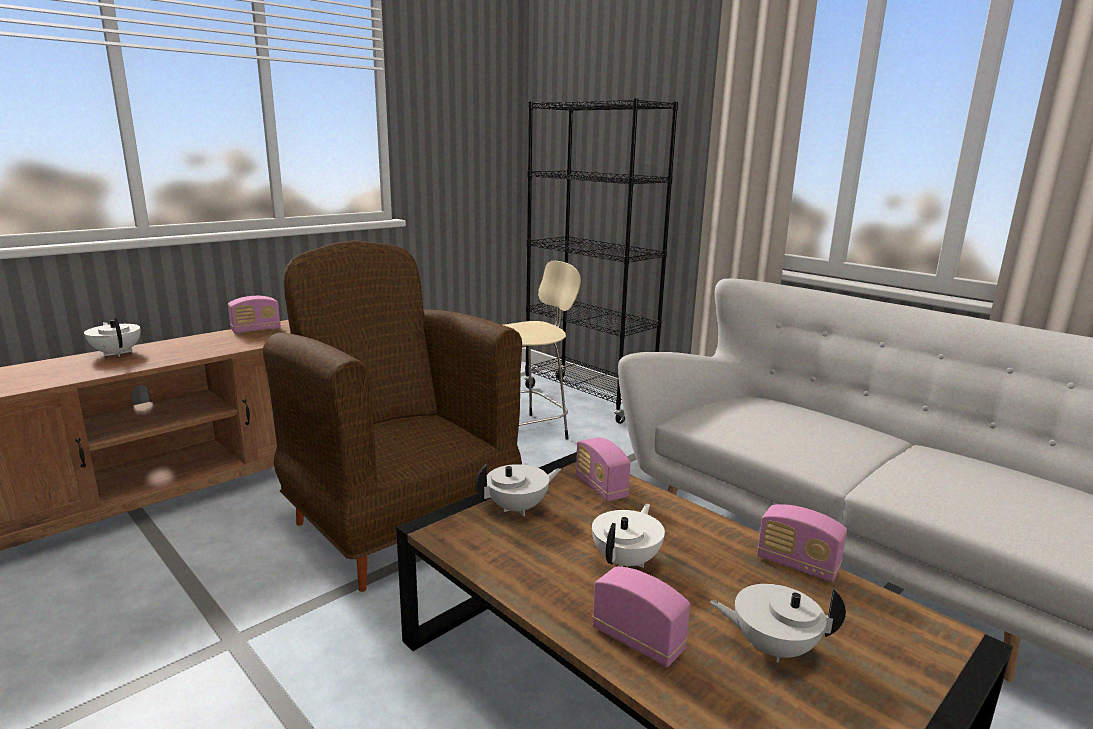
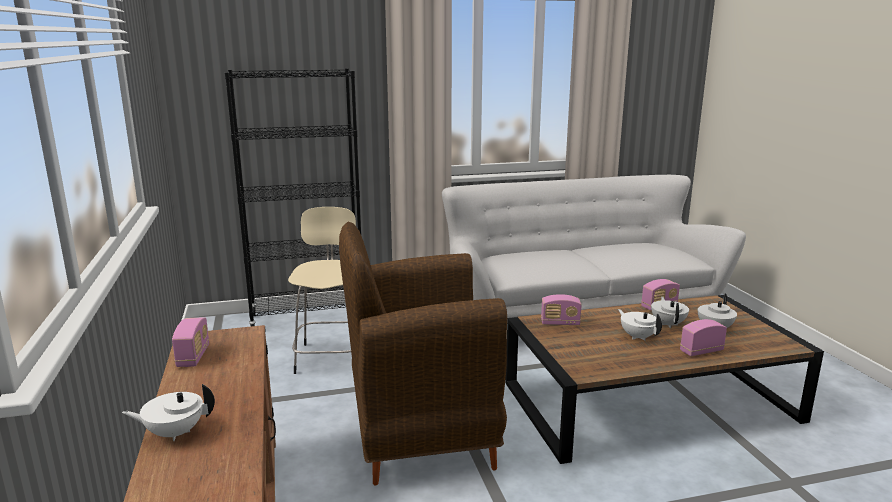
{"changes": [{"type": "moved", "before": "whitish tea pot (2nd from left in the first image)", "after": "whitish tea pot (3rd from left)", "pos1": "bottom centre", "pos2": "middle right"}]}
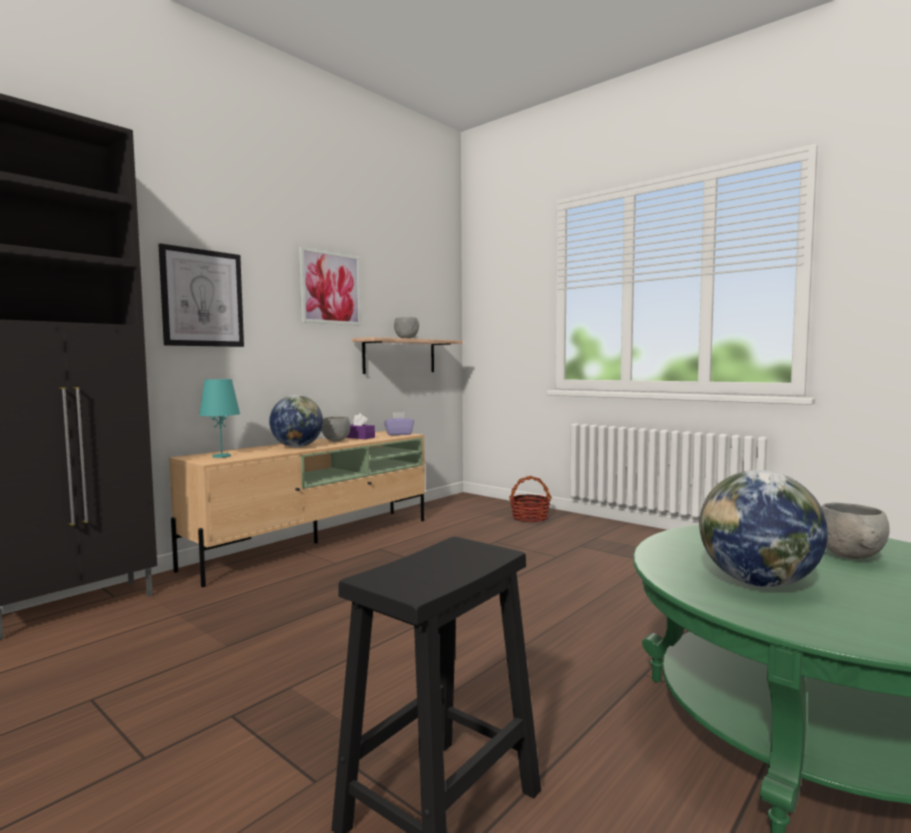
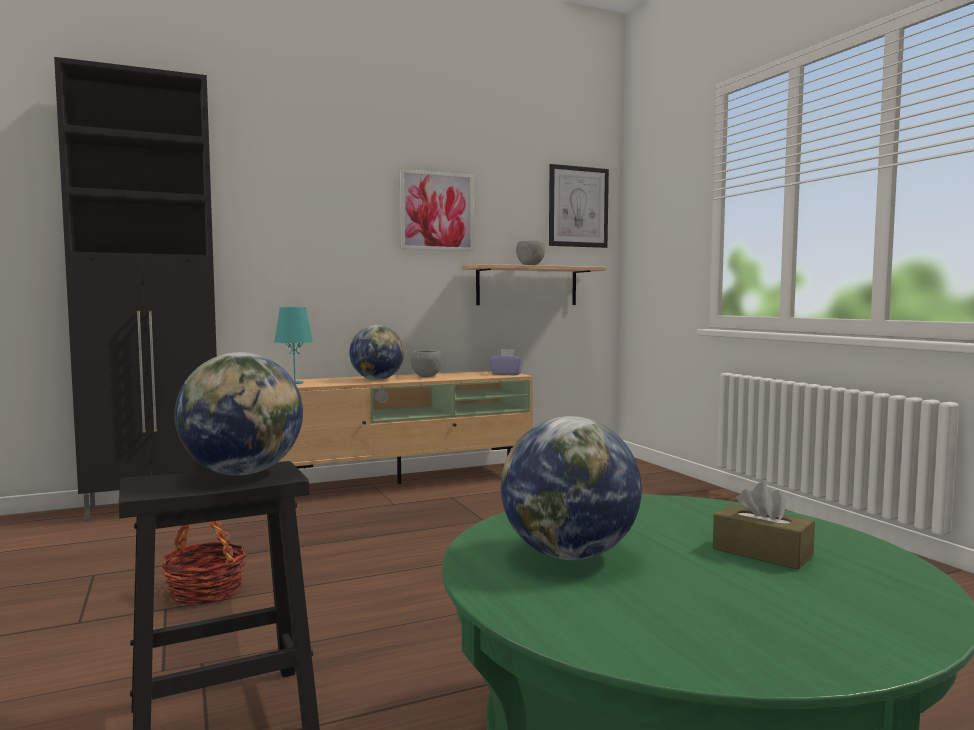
{"changes": [{"type": "moved", "before": "household basket", "pos1": "centre", "pos2": "bottom left"}, {"type": "added", "after": "globe (1st from left)", "pos2": "middle left"}, {"type": "moved", "before": "picture (1st from left in the first image)", "after": "picture (2nd from left)", "pos1": "middle left", "pos2": "top centre"}, {"type": "replaced", "before": "gray serving bowl (3rd from left)", "after": "brown-coloured tissue box", "pos1": "middle right", "pos2": "bottom right"}, {"type": "removed", "before": "purplish tissue box (1st from left)", "pos1": "centre"}]}
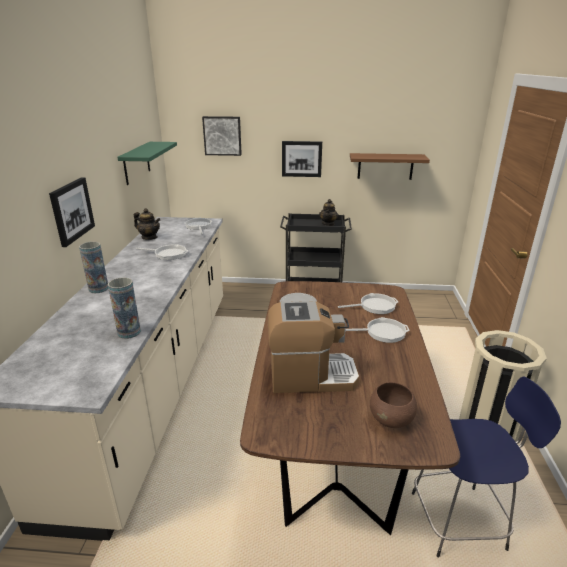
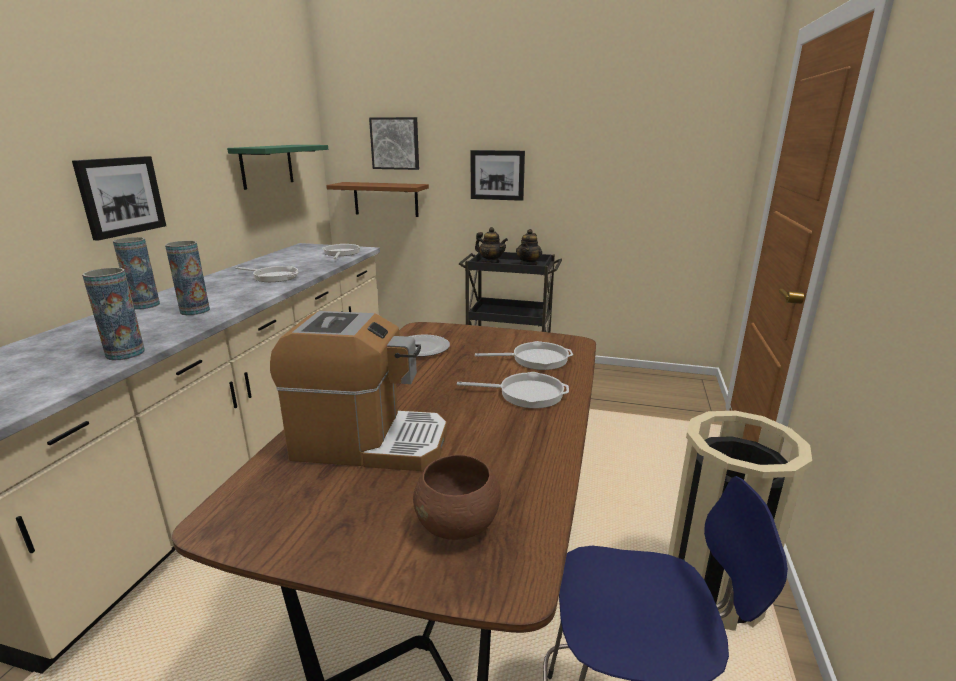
{"changes": [{"type": "added", "after": "vase (3rd from left)", "pos2": "middle left"}, {"type": "moved", "before": "brown-coloured wall shelf", "pos1": "top right", "pos2": "top centre"}, {"type": "moved", "before": "tea pot (1st from left)", "pos1": "middle left", "pos2": "centre"}]}
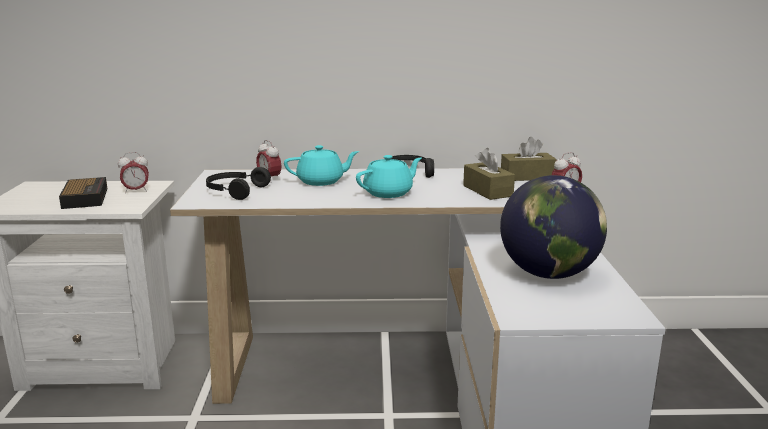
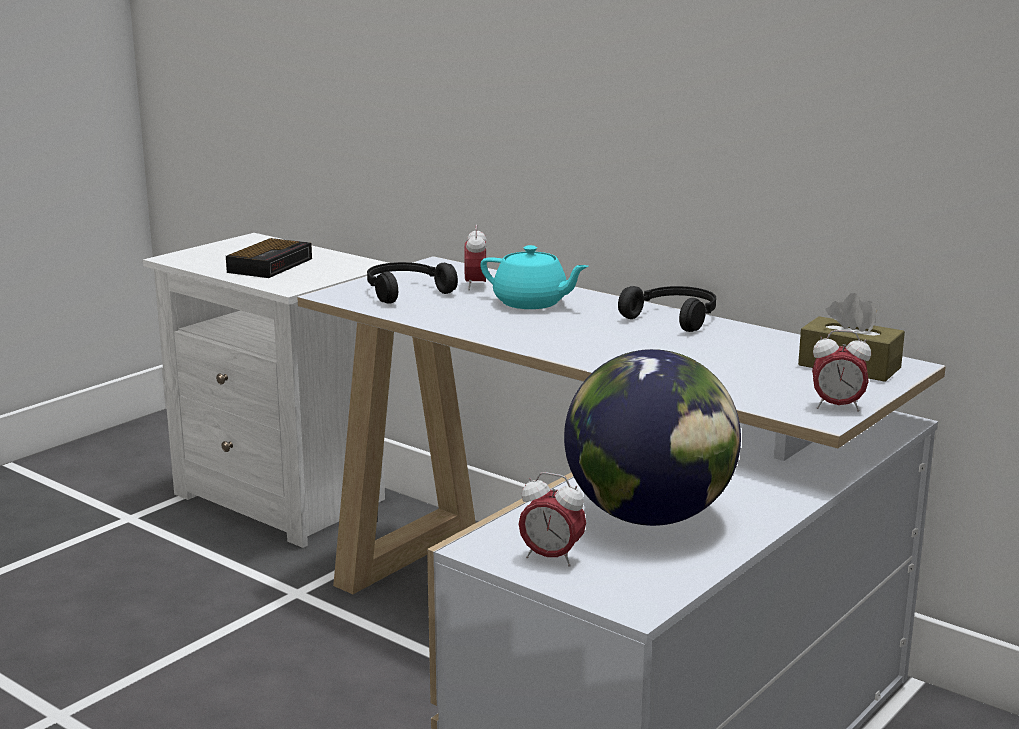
{"changes": [{"type": "moved", "before": "table clock (2nd from left in the first image)", "after": "table clock (3rd from left)", "pos1": "middle left", "pos2": "bottom centre"}, {"type": "removed", "before": "turquoise-coloured tea pot (2nd from left)", "pos1": "centre"}, {"type": "removed", "before": "brown-coloured tissue box (1st from left)", "pos1": "centre"}]}
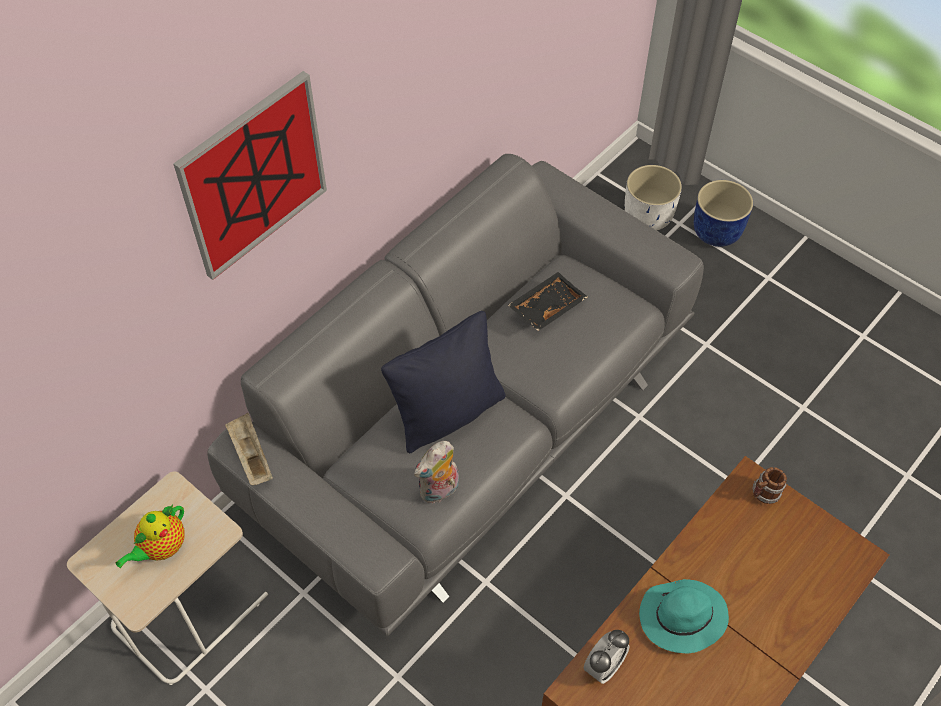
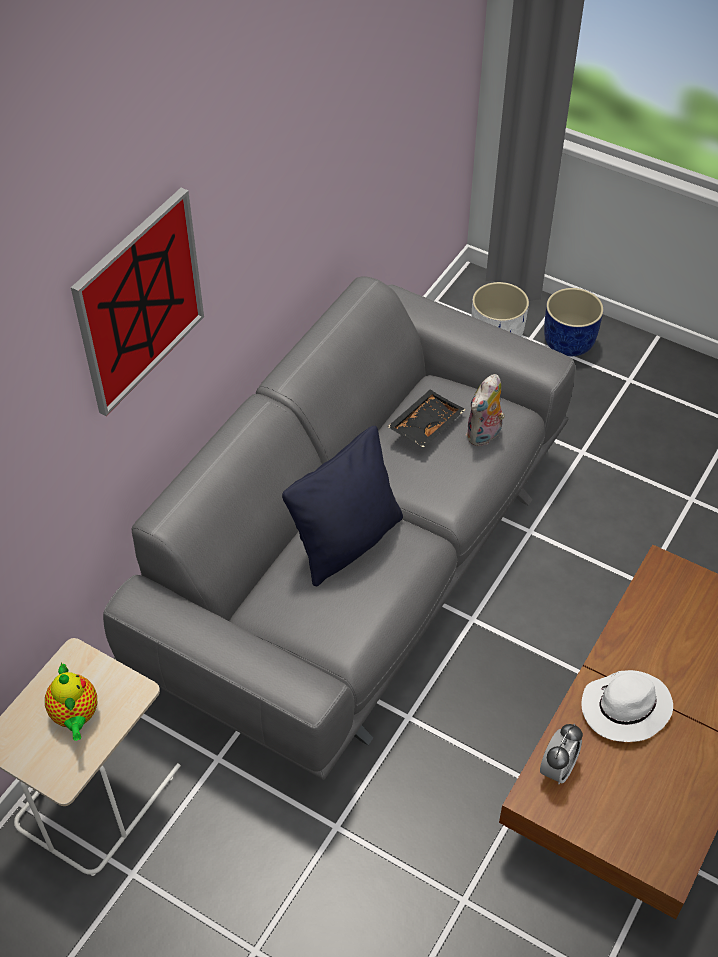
{"changes": [{"type": "turned", "before": "tea pot", "pos1": "bottom left", "pos2": "bottom left", "turn": -45}, {"type": "moved", "before": "soft toy", "pos1": "bottom centre", "pos2": "middle right"}, {"type": "recoloured", "before": "turquoise-coloured clothing hat", "after": "whitish clothing hat", "pos1": "bottom right", "pos2": "bottom right"}, {"type": "removed", "before": "beige serving tray", "pos1": "middle left"}, {"type": "removed", "before": "tea mug", "pos1": "bottom right"}]}
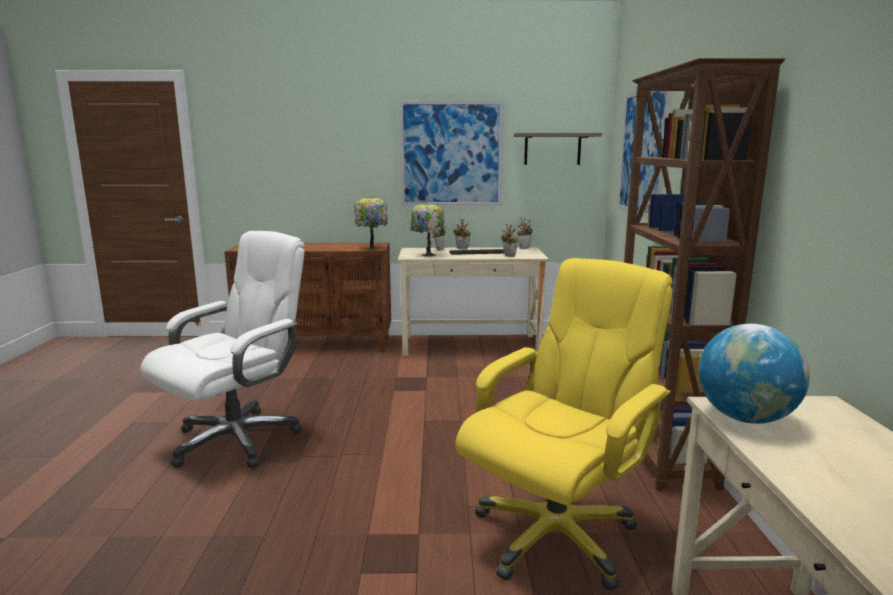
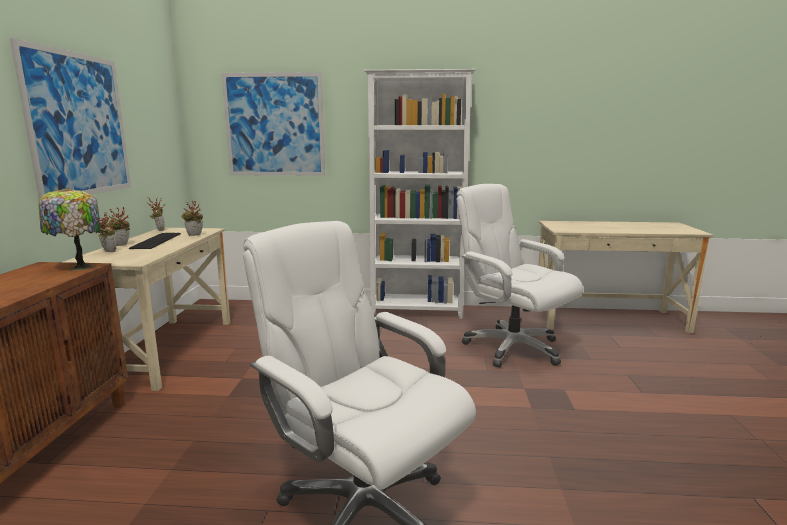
{"changes": [{"type": "recoloured", "before": "brown-coloured bookshelf", "after": "whitish bookshelf", "pos1": "middle right", "pos2": "centre"}, {"type": "recoloured", "before": "yellow-coloured office chair", "after": "whitish office chair (2nd from left)", "pos1": "bottom centre", "pos2": "centre"}, {"type": "removed", "before": "lamp for a table (2nd from left)", "pos1": "centre"}, {"type": "removed", "before": "wall shelf", "pos1": "top centre"}, {"type": "removed", "before": "globe", "pos1": "middle right"}]}
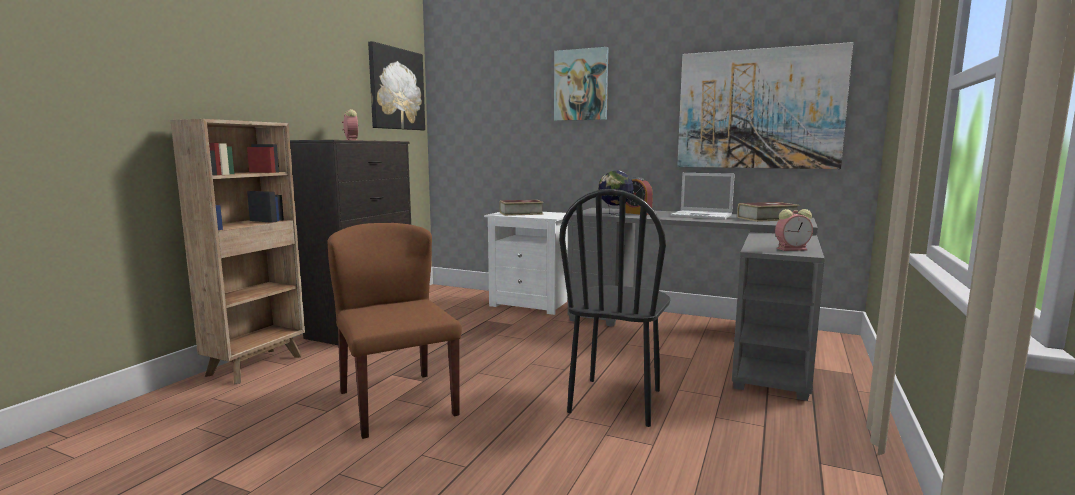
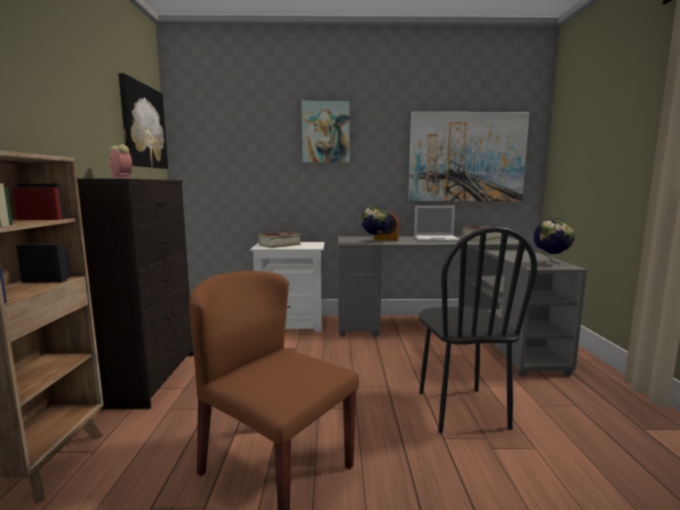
{"changes": [{"type": "replaced", "before": "table clock (3rd from left)", "after": "globe (2nd from left)", "pos1": "middle right", "pos2": "middle right"}]}
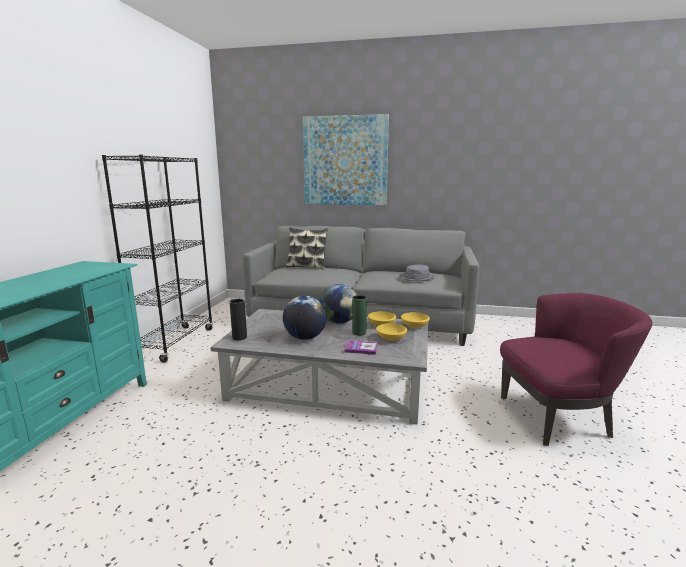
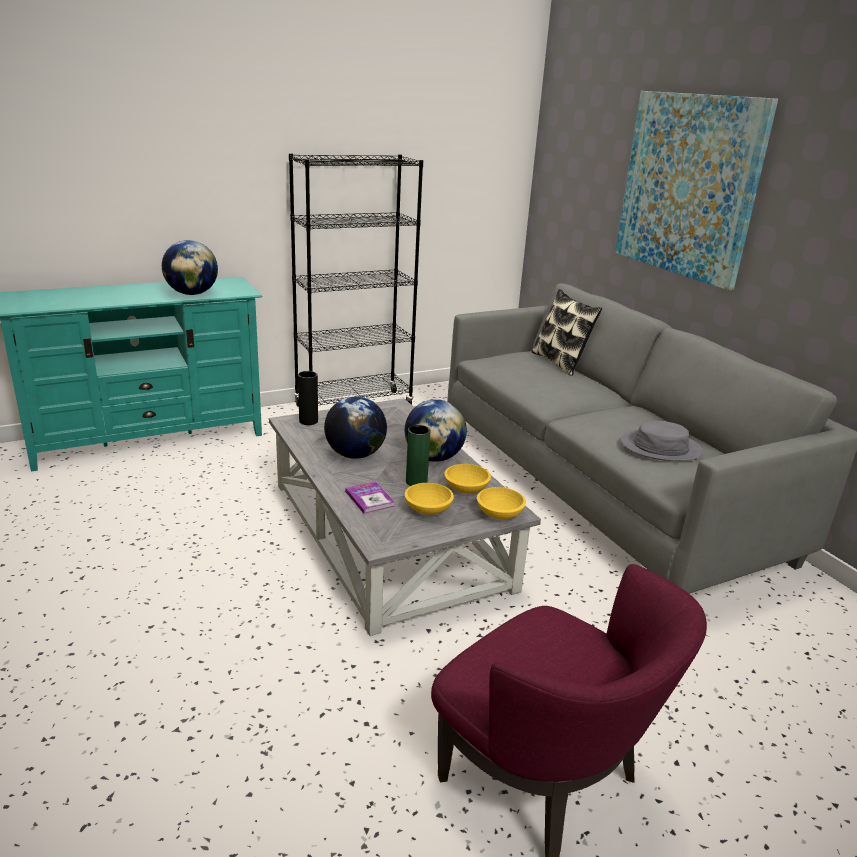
{"changes": [{"type": "added", "after": "globe (1st from left)", "pos2": "top left"}]}
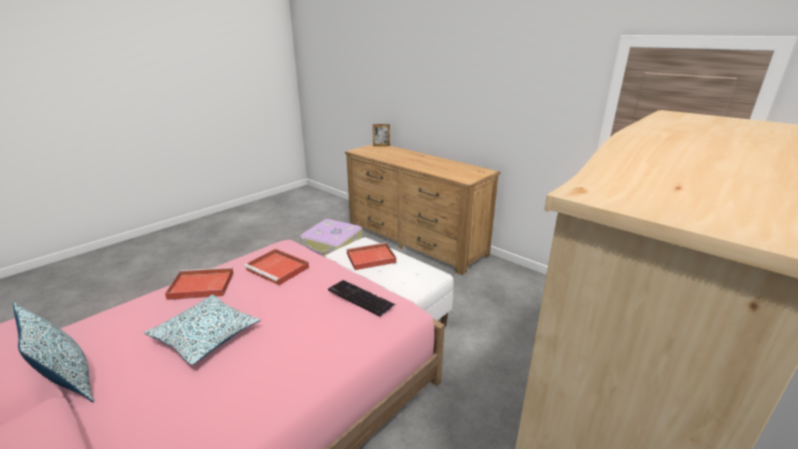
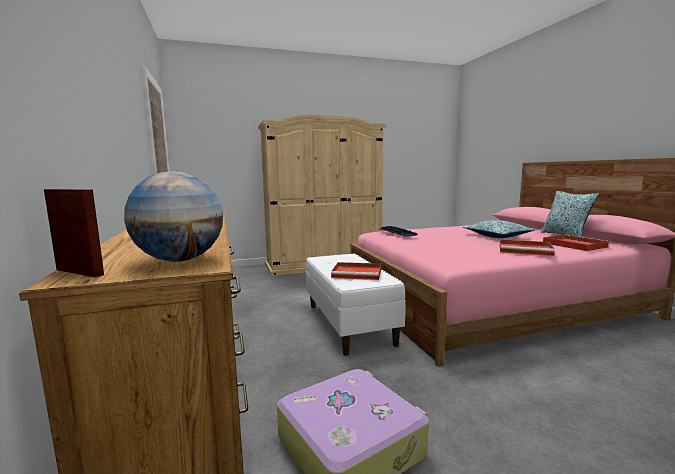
{"changes": [{"type": "added", "after": "globe", "pos2": "middle left"}, {"type": "moved", "before": "reddish serving tray (2nd from left in the first image)", "after": "reddish serving tray (3rd from left)", "pos1": "centre", "pos2": "middle right"}]}
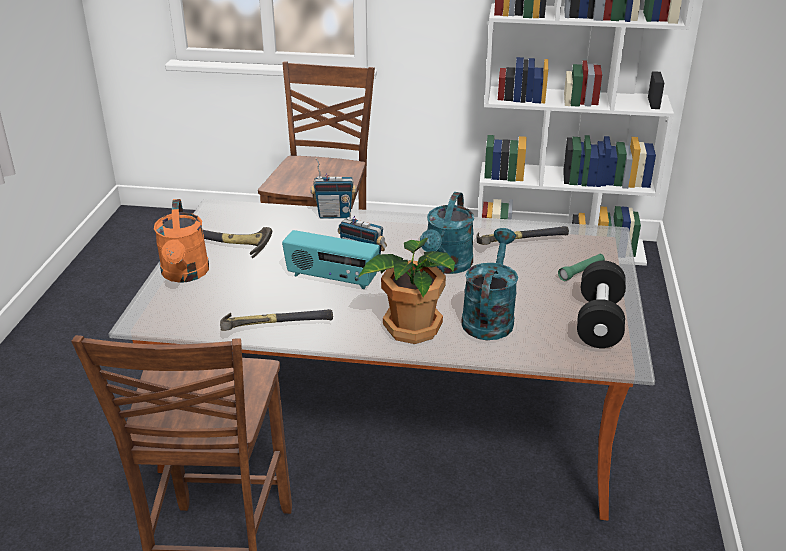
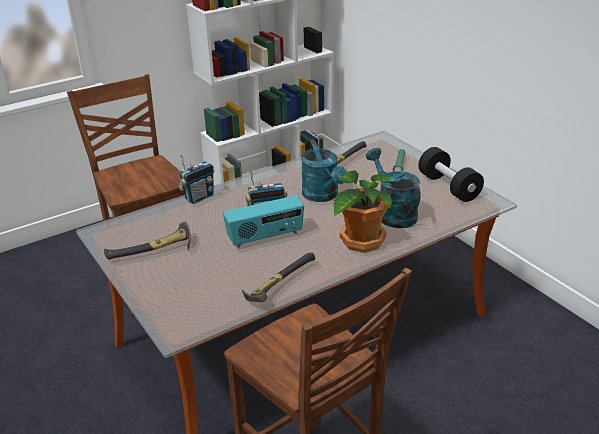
{"changes": [{"type": "removed", "before": "orangey watering pot", "pos1": "middle left"}]}
